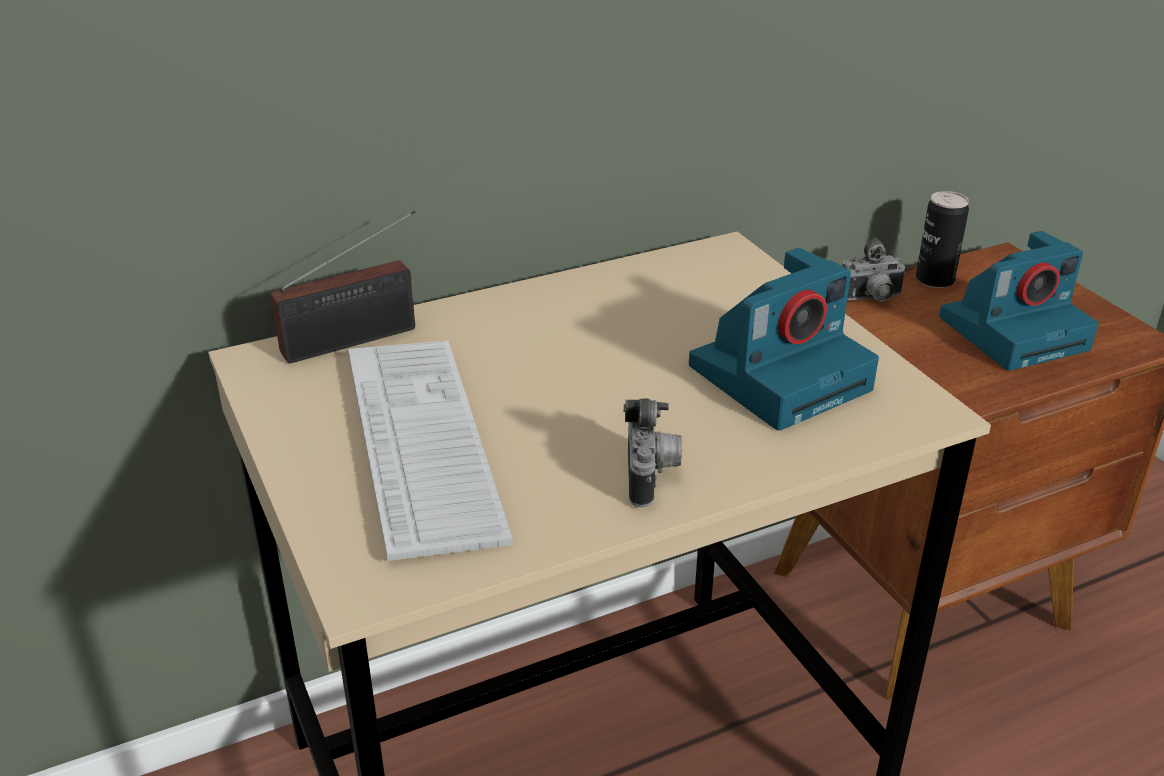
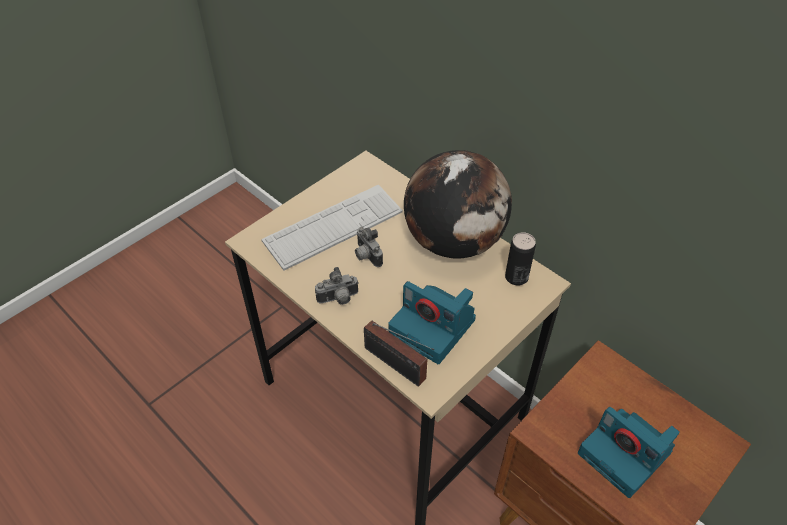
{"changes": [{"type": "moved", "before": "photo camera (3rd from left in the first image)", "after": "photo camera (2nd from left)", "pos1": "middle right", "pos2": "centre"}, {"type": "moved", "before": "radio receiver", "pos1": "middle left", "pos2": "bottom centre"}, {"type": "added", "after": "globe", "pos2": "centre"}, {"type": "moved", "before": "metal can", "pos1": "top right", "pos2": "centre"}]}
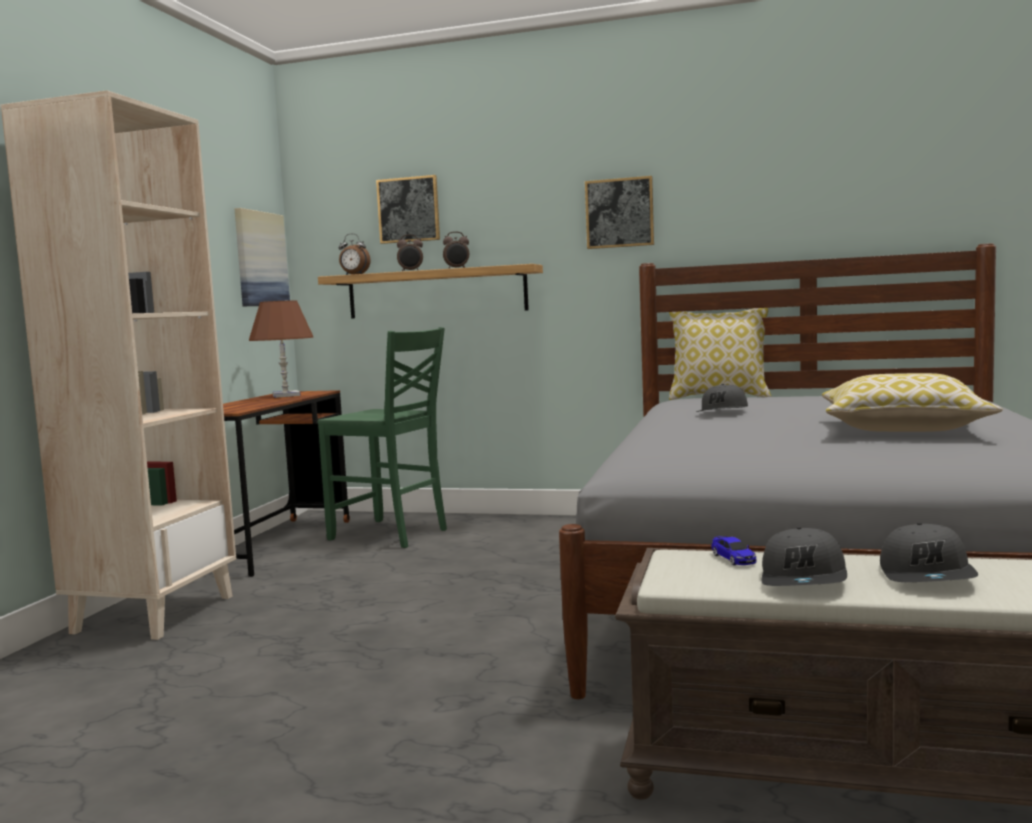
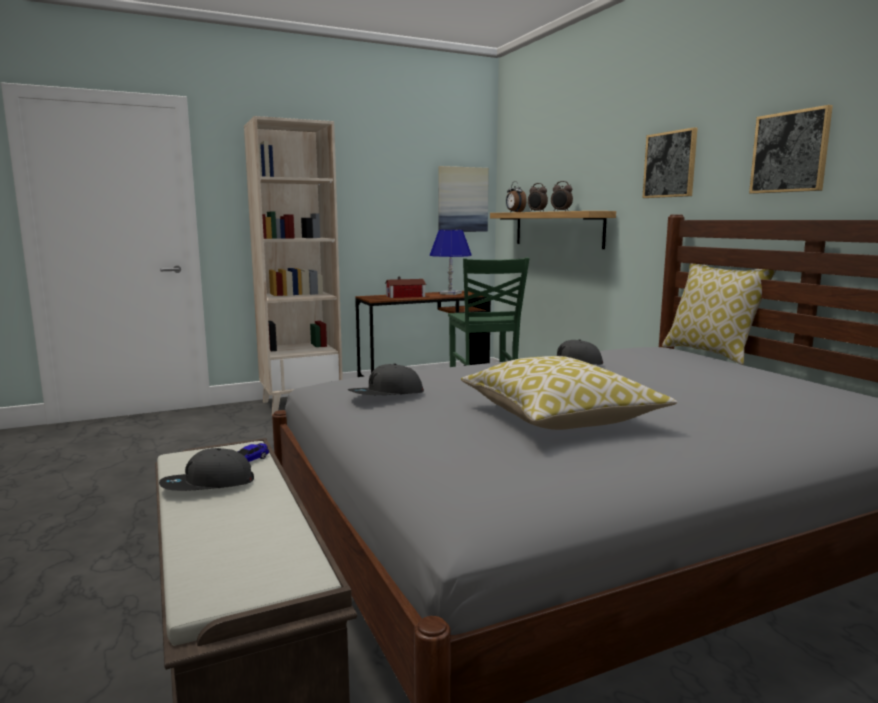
{"changes": [{"type": "moved", "before": "gray peaked cap (3rd from left in the first image)", "after": "gray peaked cap (2nd from left)", "pos1": "bottom right", "pos2": "centre"}, {"type": "added", "after": "miniature house", "pos2": "centre"}, {"type": "recoloured", "before": "brown-coloured lamp for a table", "after": "blue lamp for a table", "pos1": "middle left", "pos2": "centre"}, {"type": "moved", "before": "picture (2nd from left in the first image)", "after": "picture (3rd from left)", "pos1": "top centre", "pos2": "top right"}]}
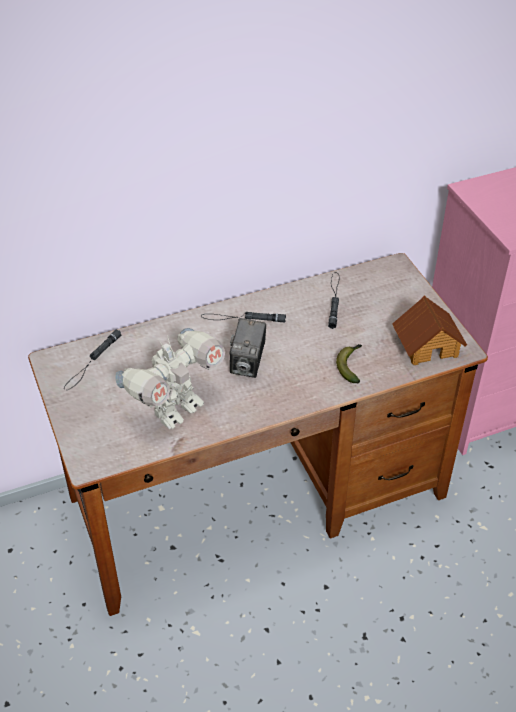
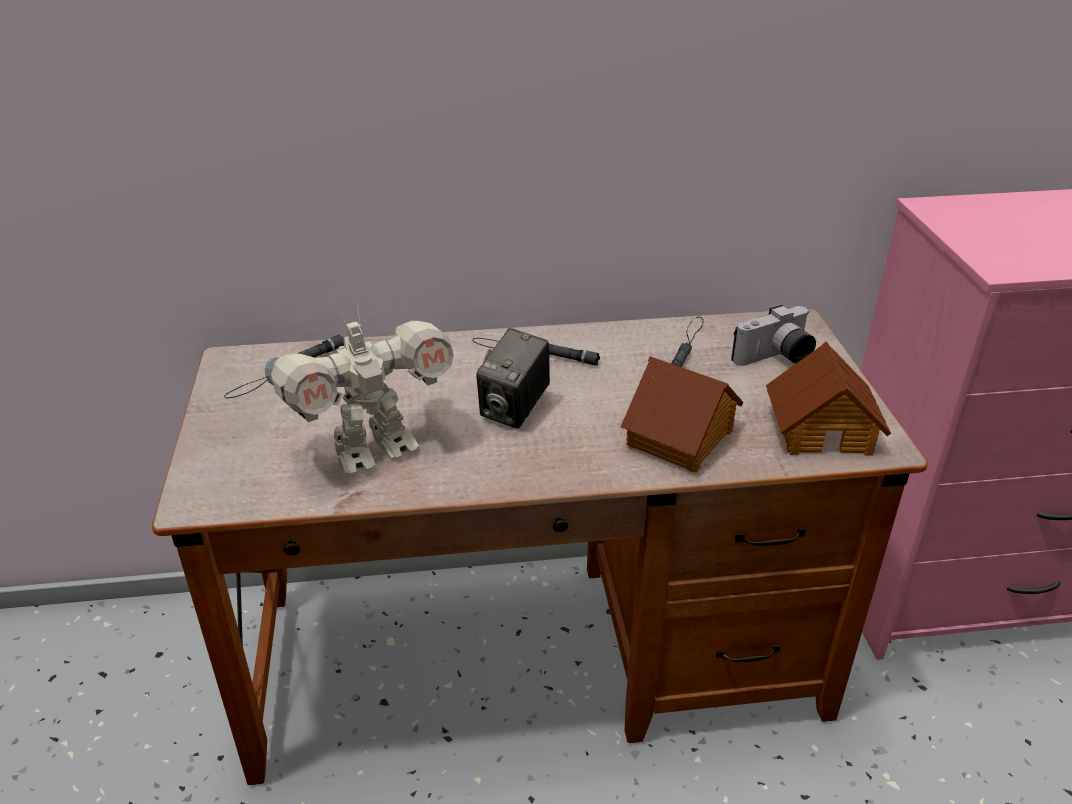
{"changes": [{"type": "replaced", "before": "banana fruit", "after": "miniature house (1st from left)", "pos1": "middle right", "pos2": "centre"}, {"type": "added", "after": "photo camera (2nd from left)", "pos2": "middle right"}]}
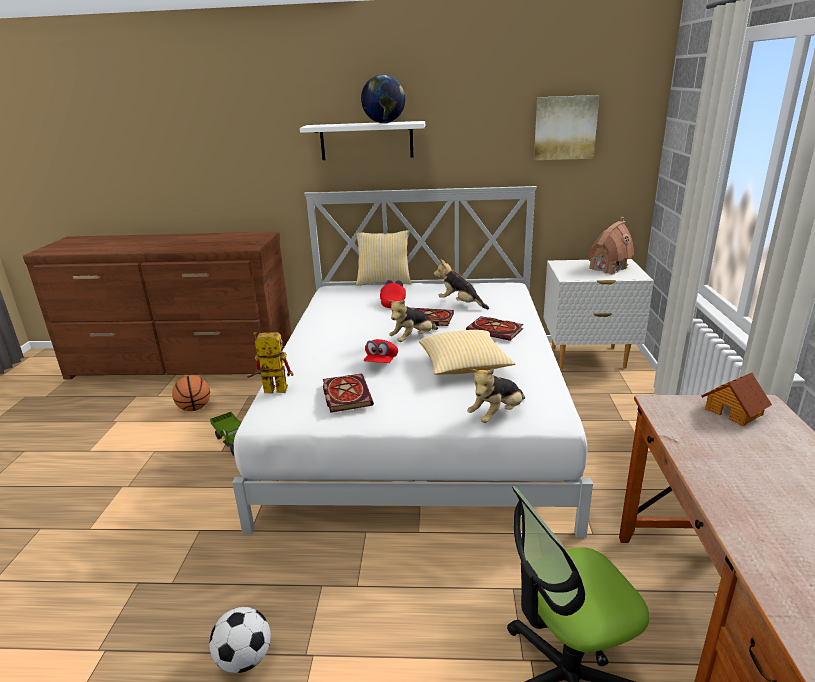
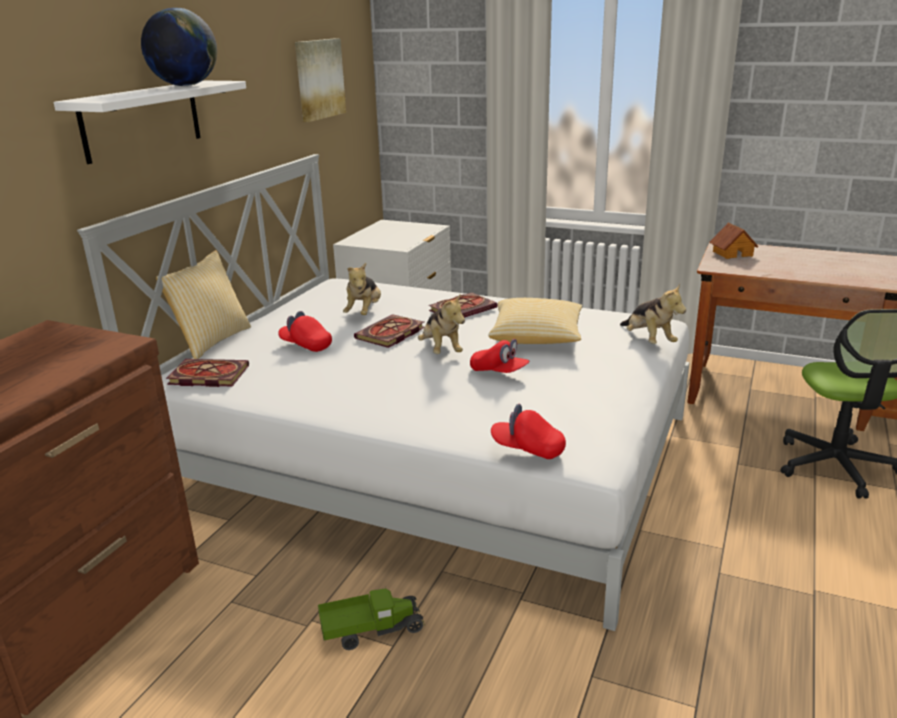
{"changes": [{"type": "moved", "before": "book (1st from left)", "pos1": "centre", "pos2": "middle left"}, {"type": "turned", "before": "soft toy (2nd from left in the first image)", "pos1": "centre", "pos2": "centre", "turn": -45}, {"type": "replaced", "before": "toy robot", "after": "reddish peaked cap (3rd from left)", "pos1": "middle left", "pos2": "centre"}, {"type": "removed", "before": "ball for basketball", "pos1": "middle left"}, {"type": "removed", "before": "ball for football", "pos1": "bottom left"}, {"type": "removed", "before": "miniature house (1st from left)", "pos1": "middle right"}]}
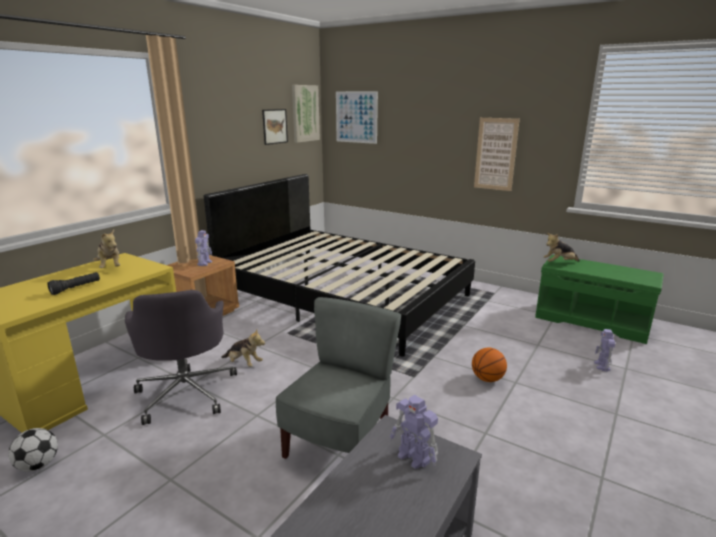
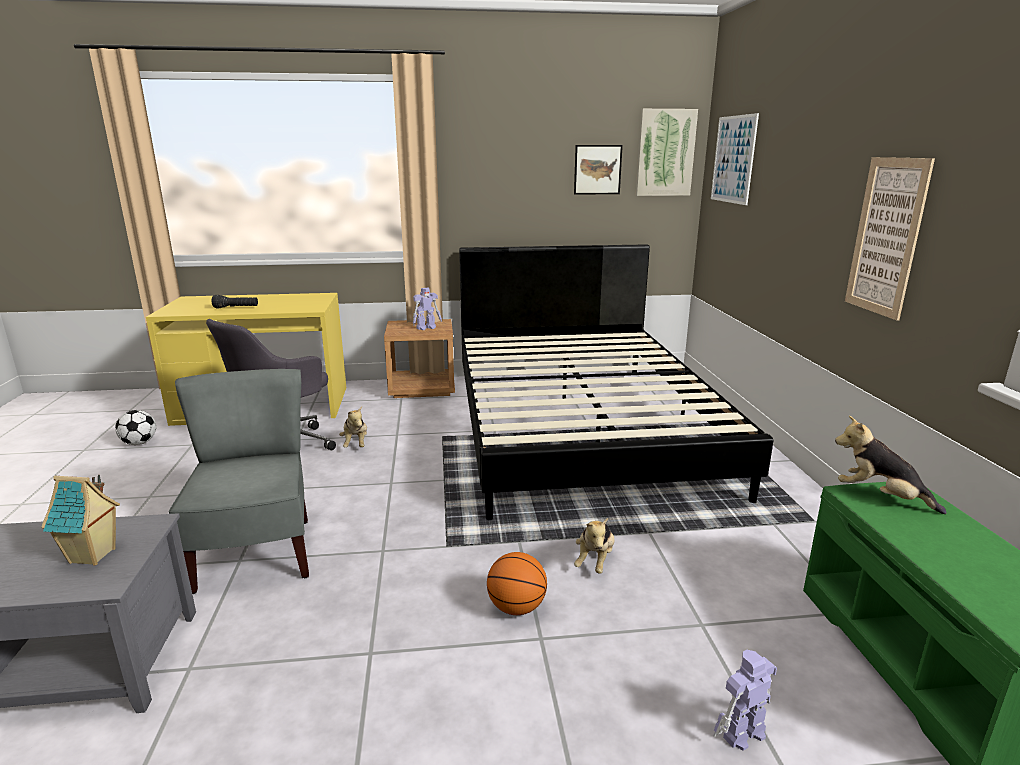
{"changes": [{"type": "replaced", "before": "toy robot (2nd from left)", "after": "miniature house", "pos1": "bottom centre", "pos2": "bottom left"}, {"type": "turned", "before": "gray plain chair", "pos1": "bottom centre", "pos2": "middle left", "turn": -90}, {"type": "moved", "before": "soft toy (1st from left in the first image)", "after": "soft toy (2nd from left)", "pos1": "middle left", "pos2": "bottom centre"}]}
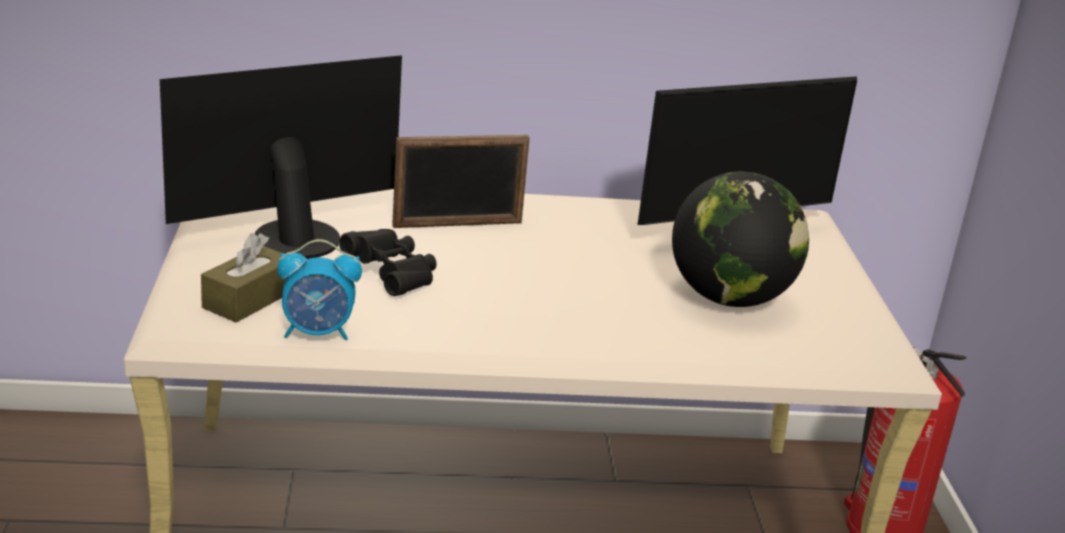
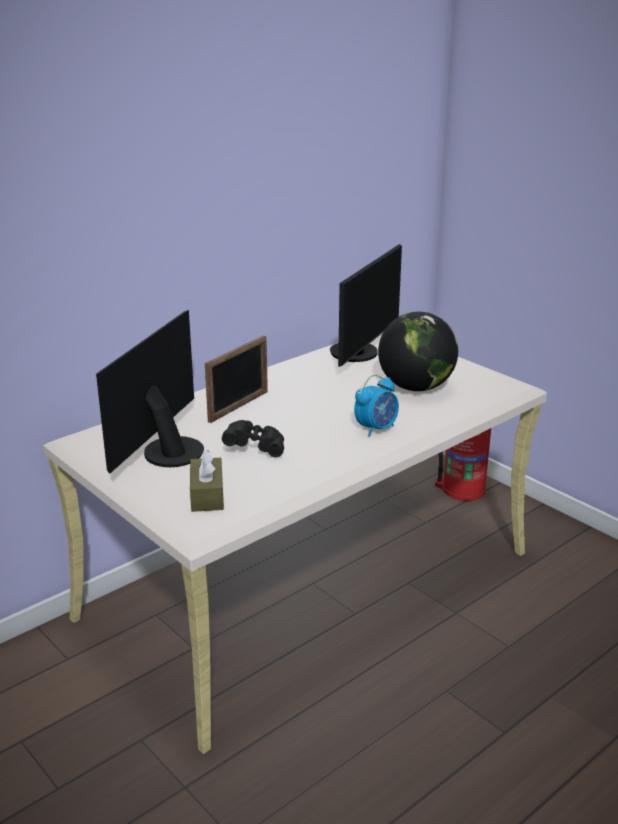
{"changes": [{"type": "moved", "before": "table clock", "pos1": "middle left", "pos2": "centre"}]}
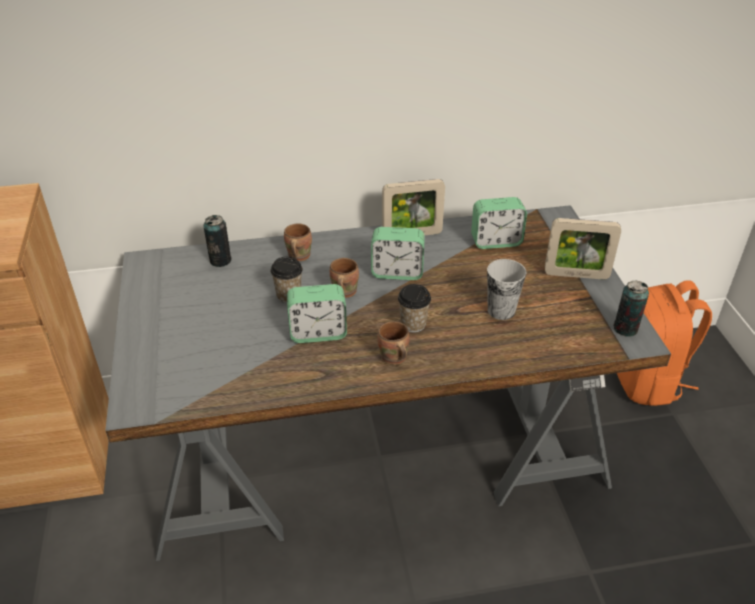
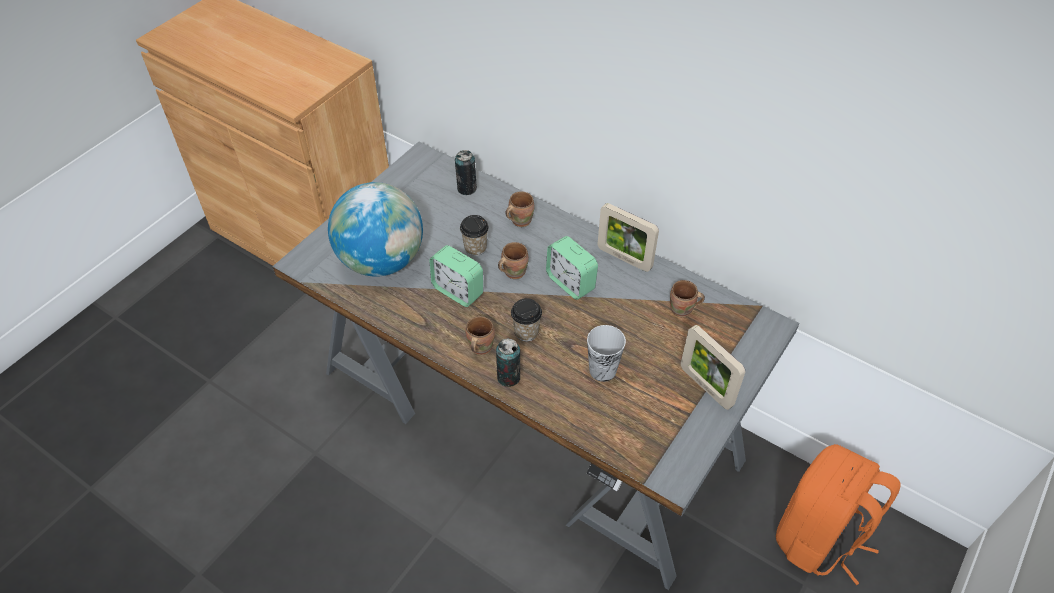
{"changes": [{"type": "added", "after": "globe", "pos2": "centre"}, {"type": "moved", "before": "metal can (2nd from left)", "pos1": "middle right", "pos2": "centre"}, {"type": "replaced", "before": "table clock (3rd from left)", "after": "brown-coloured tea mug (4th from left)", "pos1": "centre", "pos2": "centre"}]}
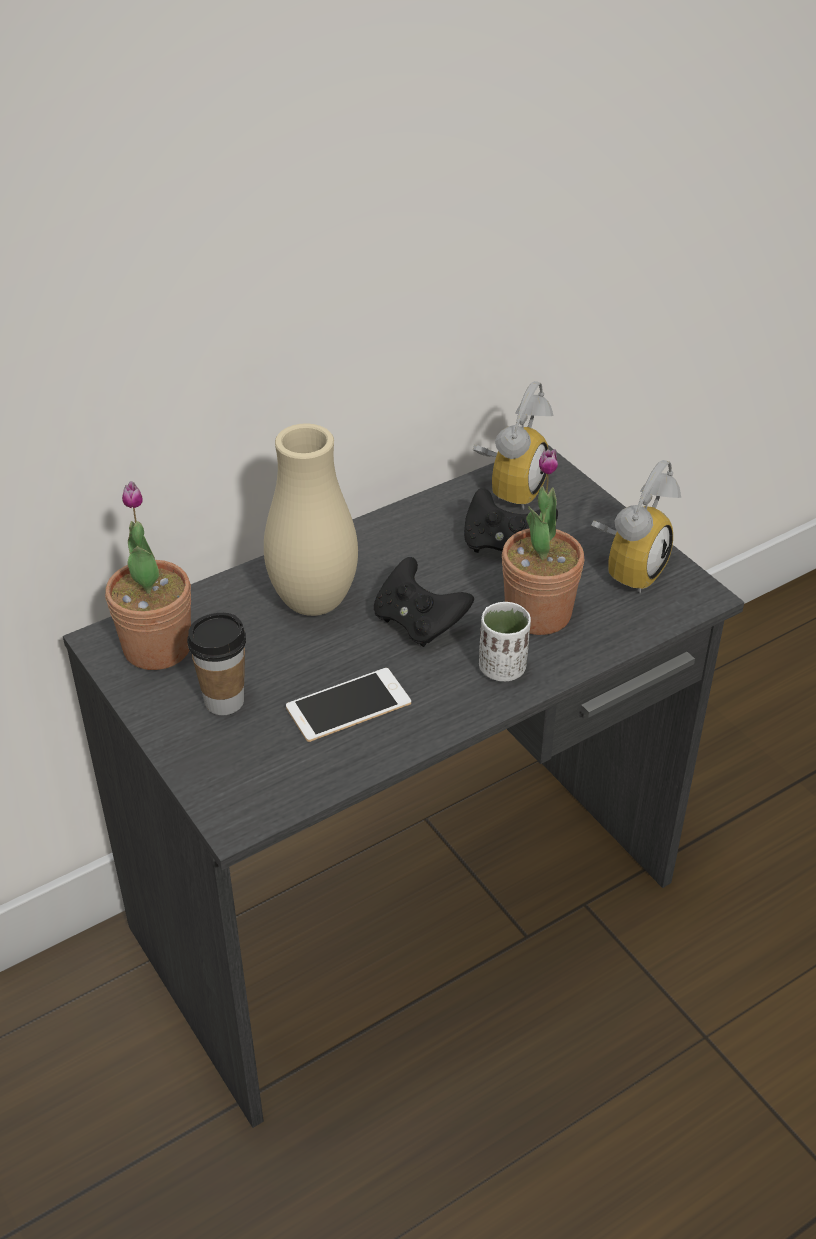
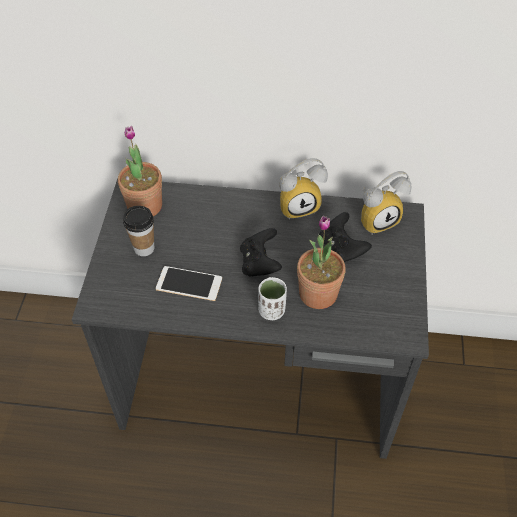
{"changes": [{"type": "moved", "before": "table clock (2nd from left in the first image)", "after": "table clock (1st from left)", "pos1": "middle right", "pos2": "centre"}, {"type": "removed", "before": "beige vase", "pos1": "centre"}]}
